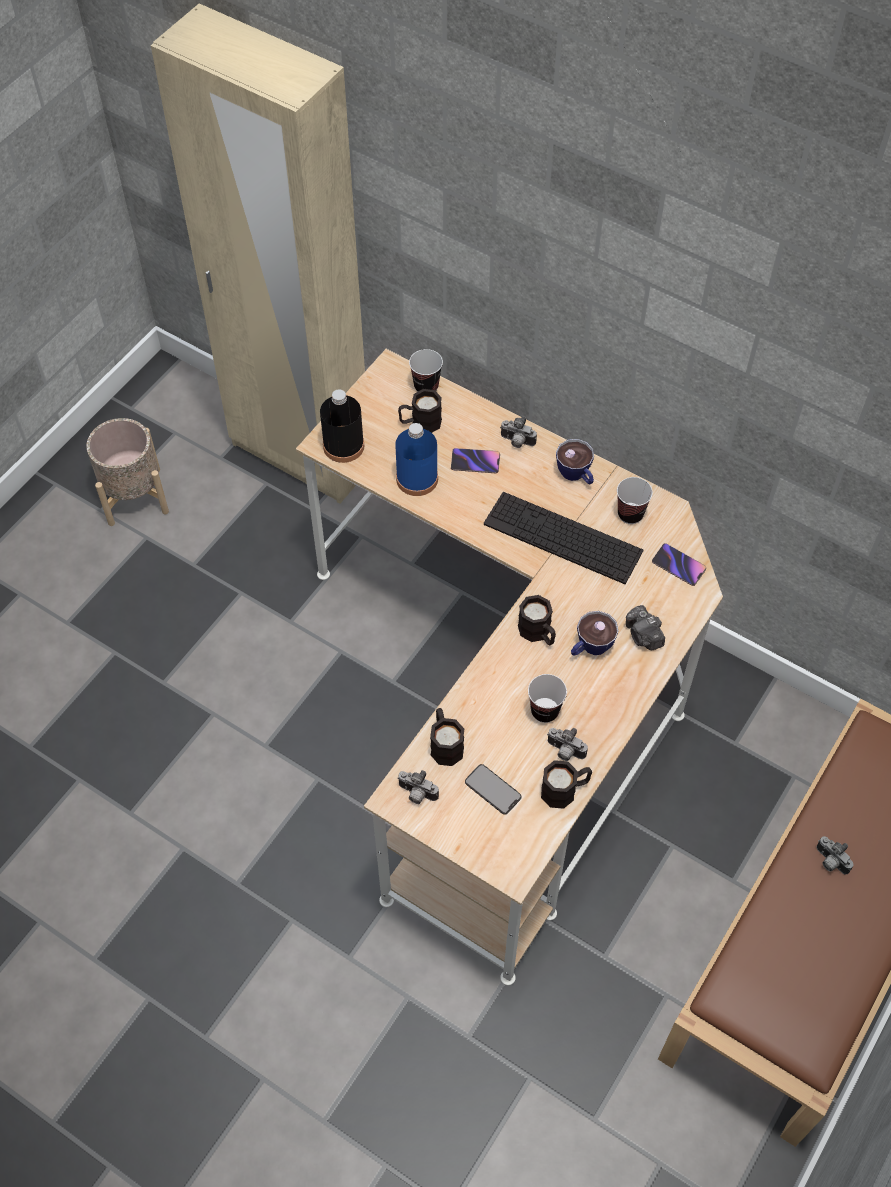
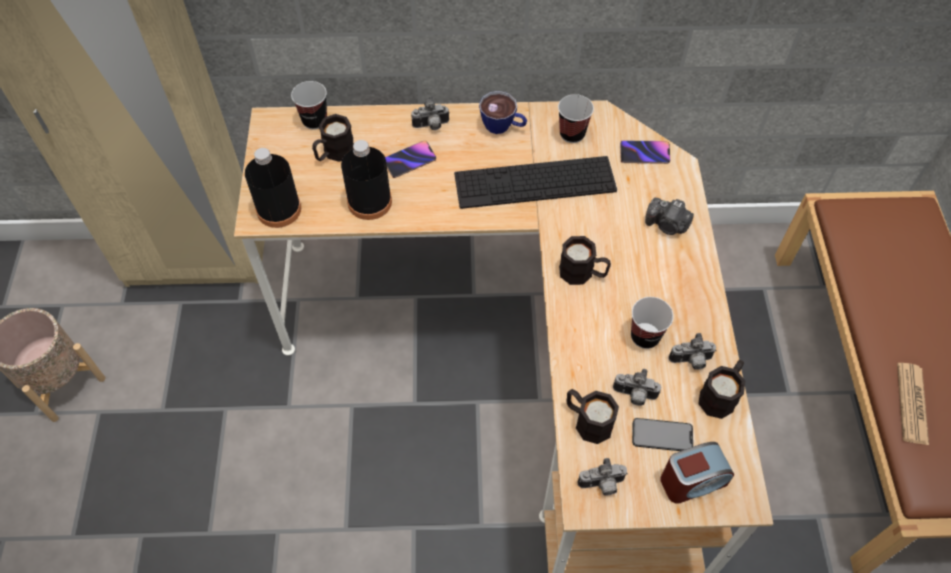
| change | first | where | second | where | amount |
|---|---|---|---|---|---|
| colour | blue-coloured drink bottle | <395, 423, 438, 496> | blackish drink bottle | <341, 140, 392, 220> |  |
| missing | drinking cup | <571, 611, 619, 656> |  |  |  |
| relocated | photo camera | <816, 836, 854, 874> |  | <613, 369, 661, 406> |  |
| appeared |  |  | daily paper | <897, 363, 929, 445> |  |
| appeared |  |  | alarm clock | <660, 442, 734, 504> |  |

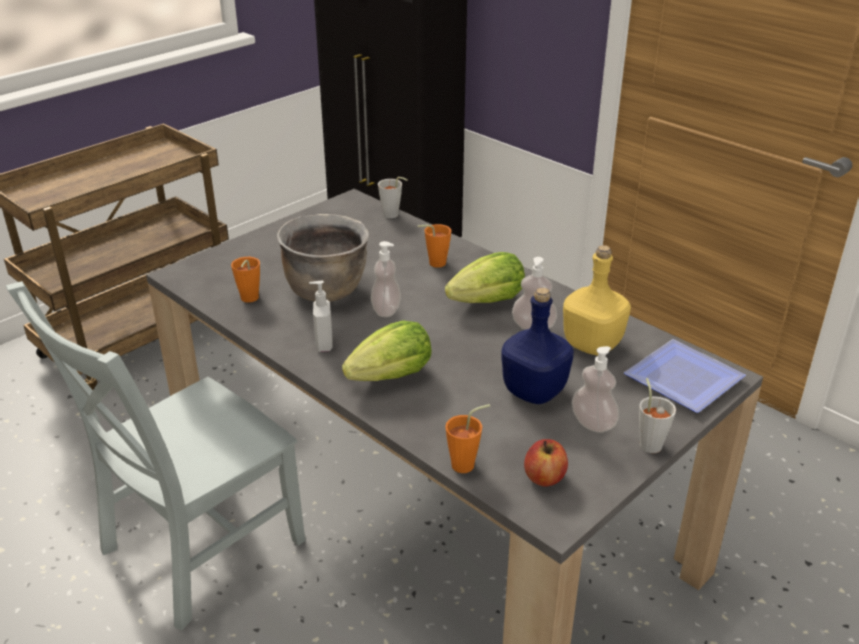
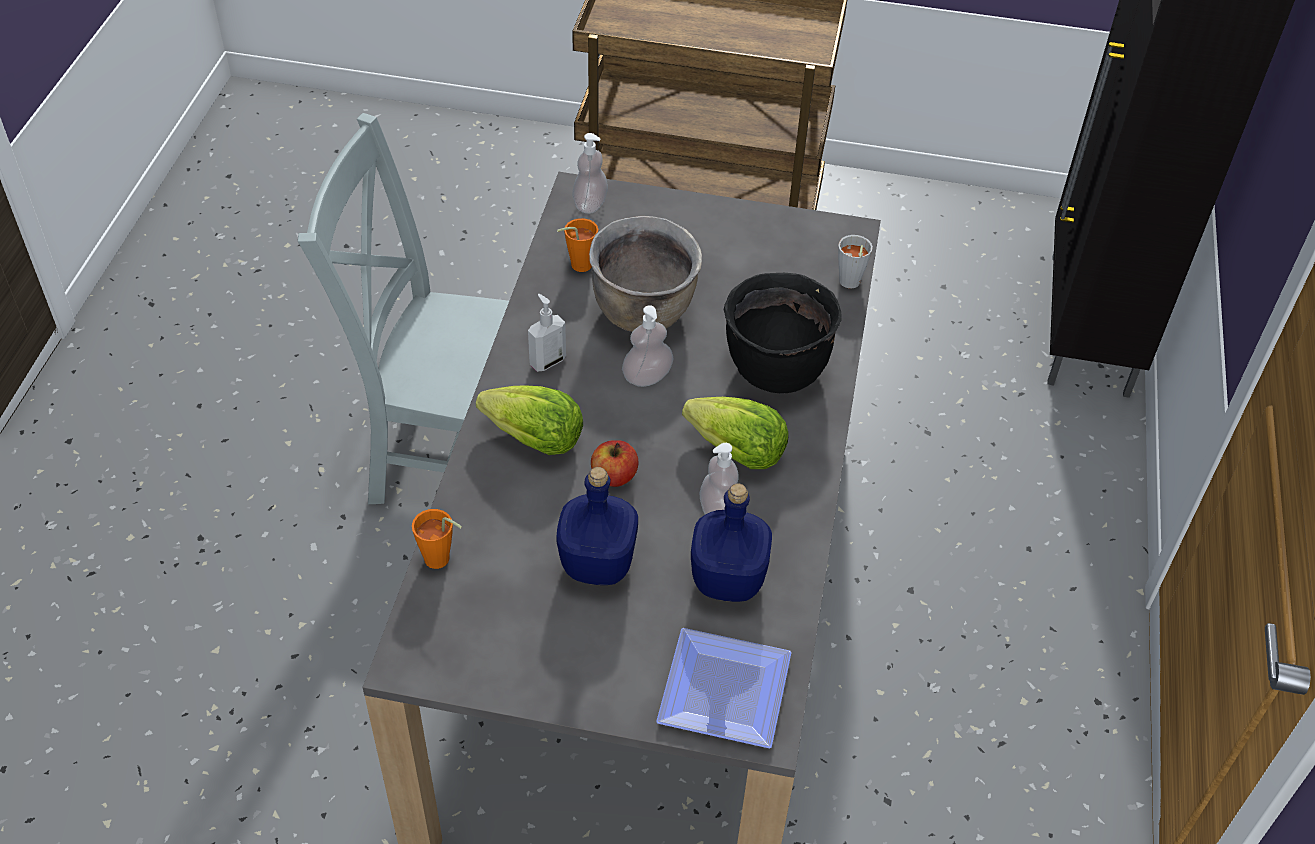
| change | first | where | second | where | amount |
|---|---|---|---|---|---|
| exchanged | orange drinking cup | <418, 224, 451, 268> | blackish saucepot | <724, 273, 842, 393> |  |
| colour | yellowish drink bottle | <563, 245, 631, 356> | blue-coloured drink bottle | <691, 483, 772, 602> |  |
| relocated | liquid soap bottle | <572, 346, 619, 433> |  | <573, 133, 608, 214> |  |
| missing | greyish drinking cup | <639, 378, 676, 453> |  |  |  |
| relocated | apple fruit | <524, 439, 568, 487> |  | <591, 440, 639, 487> |  |

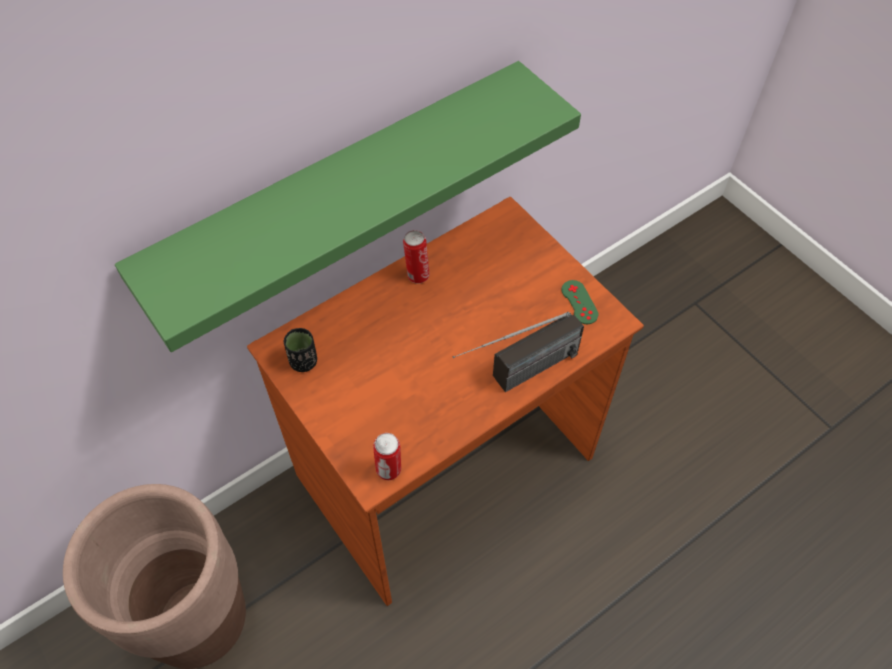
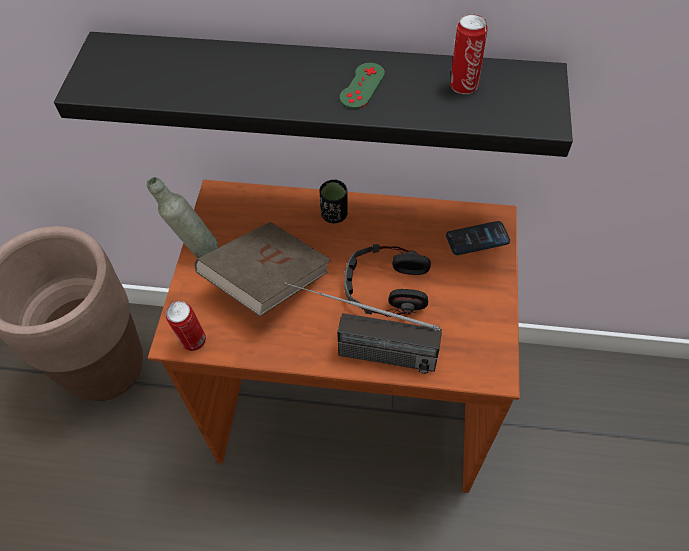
| change | first | where | second | where | amount |
|---|---|---|---|---|---|
| colour | green-coloured wall shelf | <115, 61, 581, 352> | blackish wall shelf | <54, 32, 573, 157> |  |
| relocated | can | <403, 230, 430, 284> |  | <450, 14, 488, 94> |  |
| relocated | green-coloured game controller | <562, 280, 598, 324> |  | <340, 63, 385, 109> |  |
| relocated | blackish drinking cup | <284, 328, 317, 372> |  | <320, 180, 348, 223> |  |
| appeared |  |  | greyish drink bottle | <147, 177, 218, 258> |  |
| appeared |  |  | telephone | <446, 221, 510, 255> |  |
| appeared |  |  | brown-coloured book | <195, 222, 331, 317> |  |
| appeared |  |  | headset | <344, 244, 431, 317> |  |

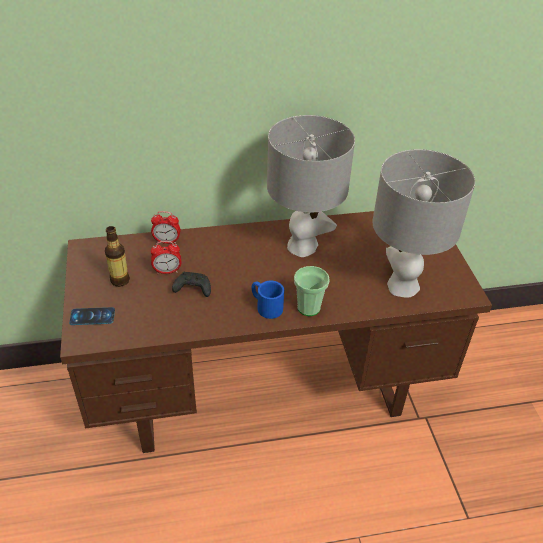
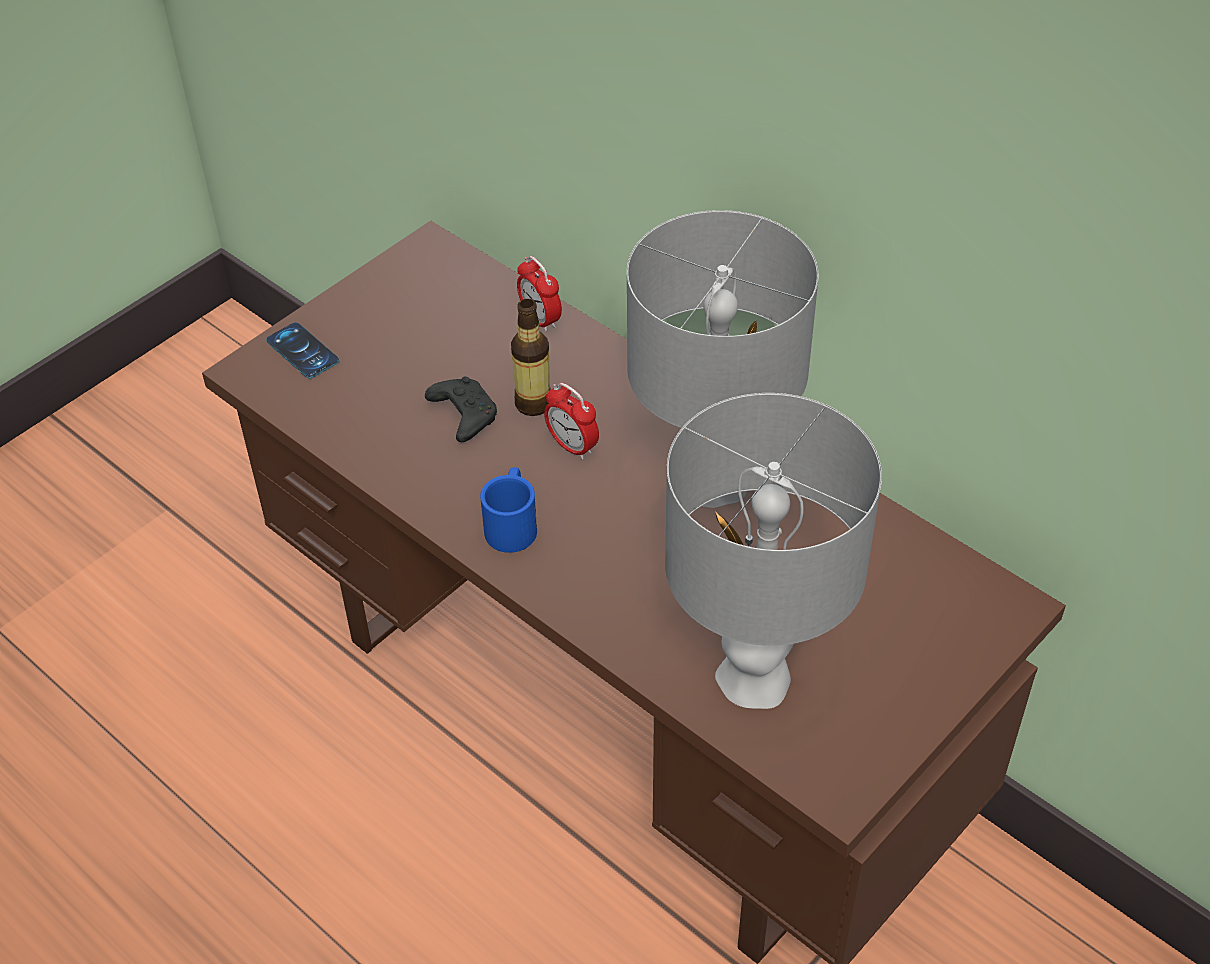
| change | first | where | second | where | amount |
|---|---|---|---|---|---|
| relocated | drink bottle | <105, 226, 130, 287> |  | <511, 299, 551, 416> |  |
| relocated | alarm clock | <150, 241, 181, 274> |  | <544, 383, 599, 460> |  |
| missing | drinking cup | <294, 266, 330, 316> |  |  |  |

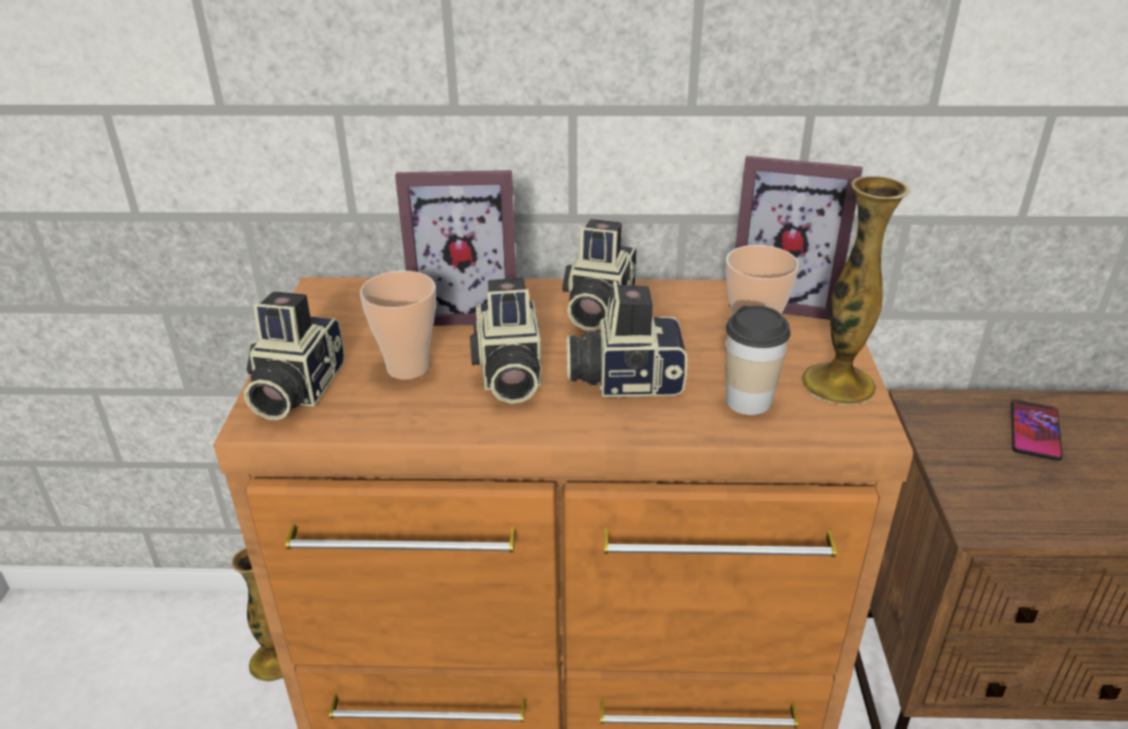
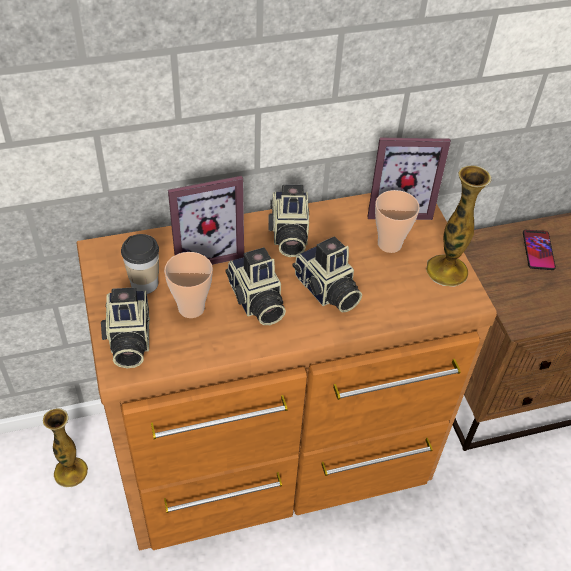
| change | first | where | second | where | amount |
|---|---|---|---|---|---|
| spun | photo camera | <566, 281, 687, 397> |  | <292, 237, 362, 313> | 105 degrees counterclockwise |
| relocated | drinking cup | <726, 306, 791, 415> |  | <121, 234, 159, 294> |  |

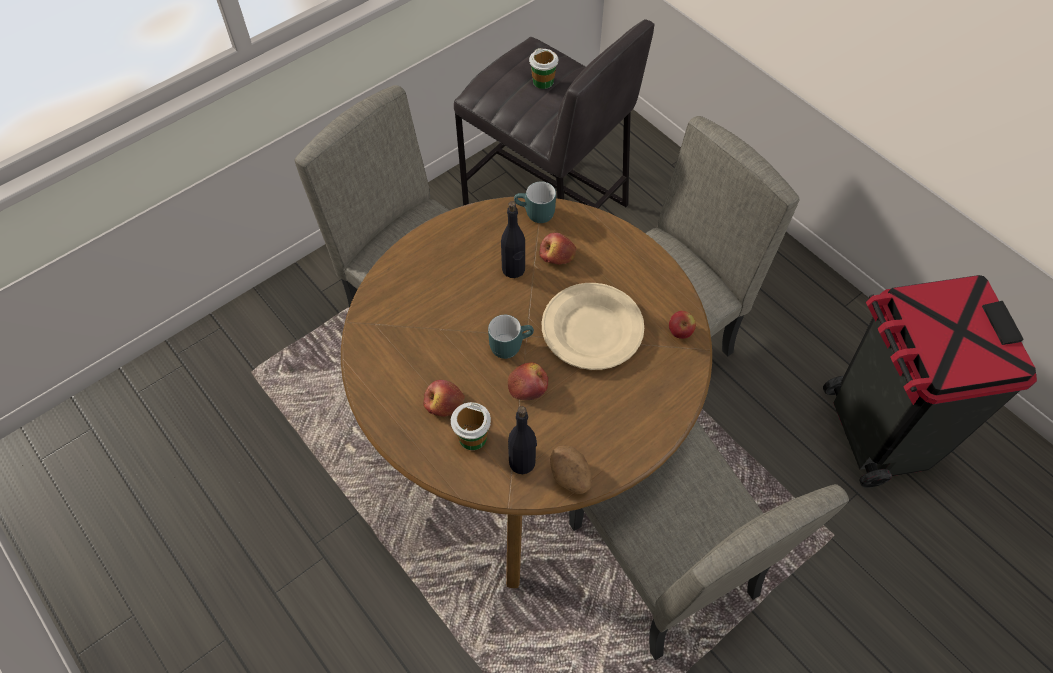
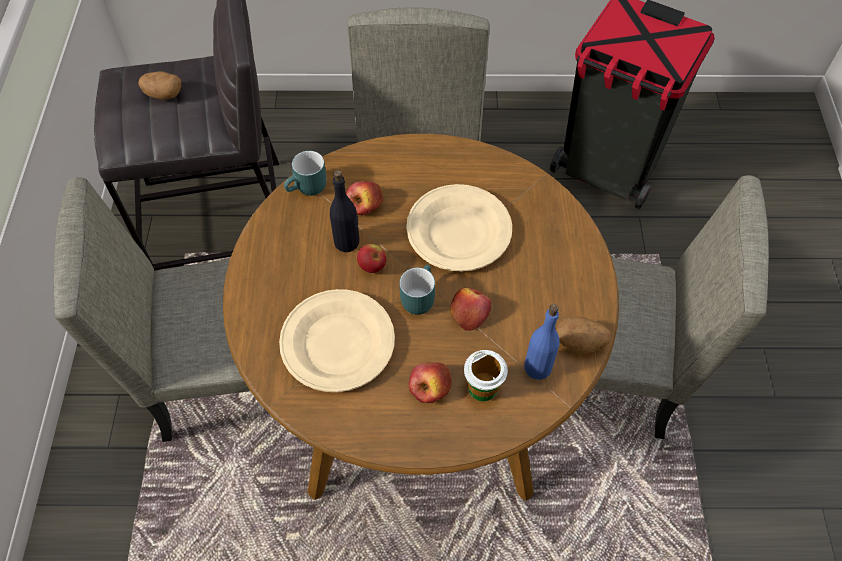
| change | first | where | second | where | amount |
|---|---|---|---|---|---|
| exchanged | drinking cup | <529, 48, 558, 89> | whole potato | <138, 71, 181, 100> |  |
| relocated | apple fruit | <669, 311, 696, 339> |  | <357, 244, 386, 273> |  |
| colour | blackish drink bottle | <508, 406, 537, 474> | blue-coloured drink bottle | <524, 304, 560, 380> |  |
| appeared |  |  | beige-coloured flat dish | <279, 289, 395, 392> |  |

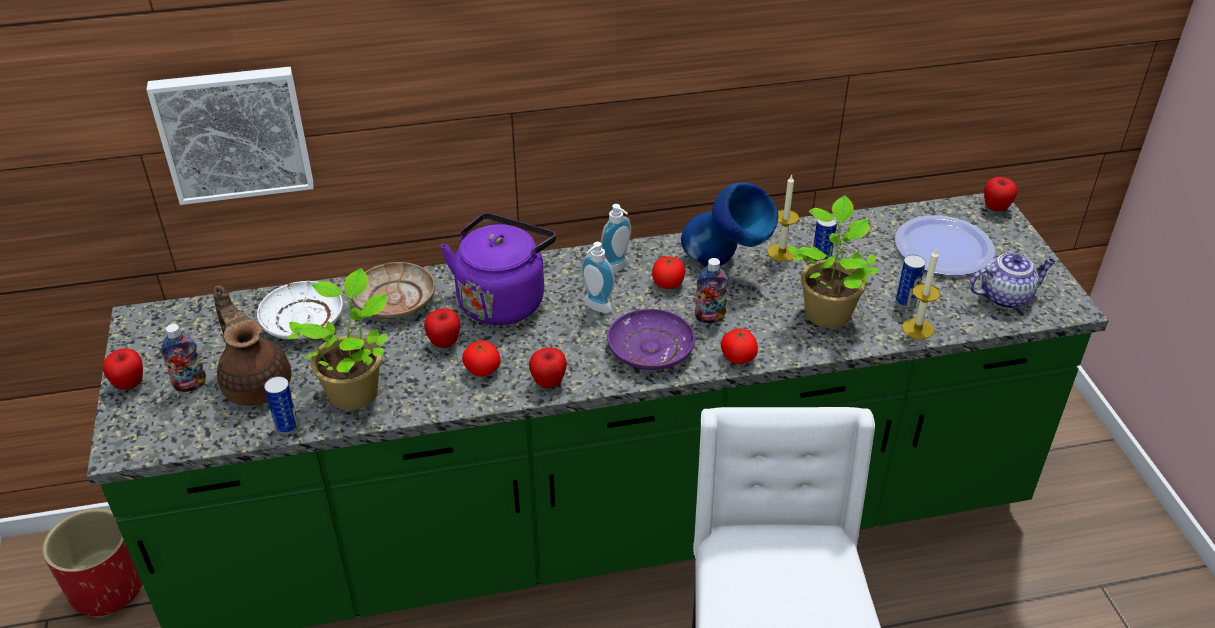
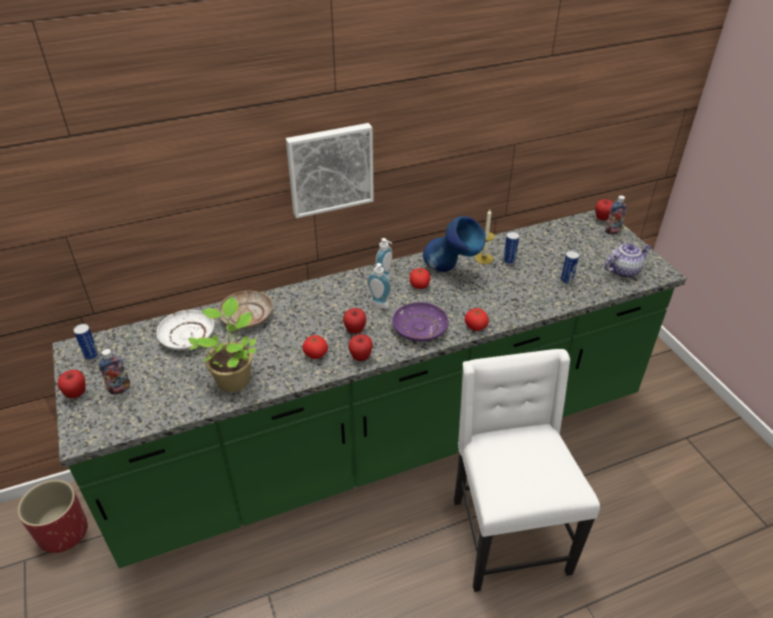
| change | first | where | second | where | amount |
|---|---|---|---|---|---|
| relocated | wall picture | <147, 67, 314, 205> |  | <286, 123, 374, 218> |  |
| missing | plant in a pot | <787, 195, 879, 328> |  |  |  |
| missing | purplish tea kettle | <441, 213, 556, 325> |  |  |  |
| missing | flat dish | <895, 216, 995, 276> |  |  |  |
| missing | candle | <902, 248, 940, 339> |  |  |  |
| relocated | drink bottle | <695, 258, 728, 323> |  | <605, 195, 627, 234> |  |
| missing | brown-coloured teapot | <213, 286, 291, 406> |  |  |  |
| relocated | apple fruit | <424, 308, 460, 348> |  | <343, 308, 366, 334> |  |
| relocated | can | <264, 376, 299, 435> |  | <73, 324, 99, 361> |  |

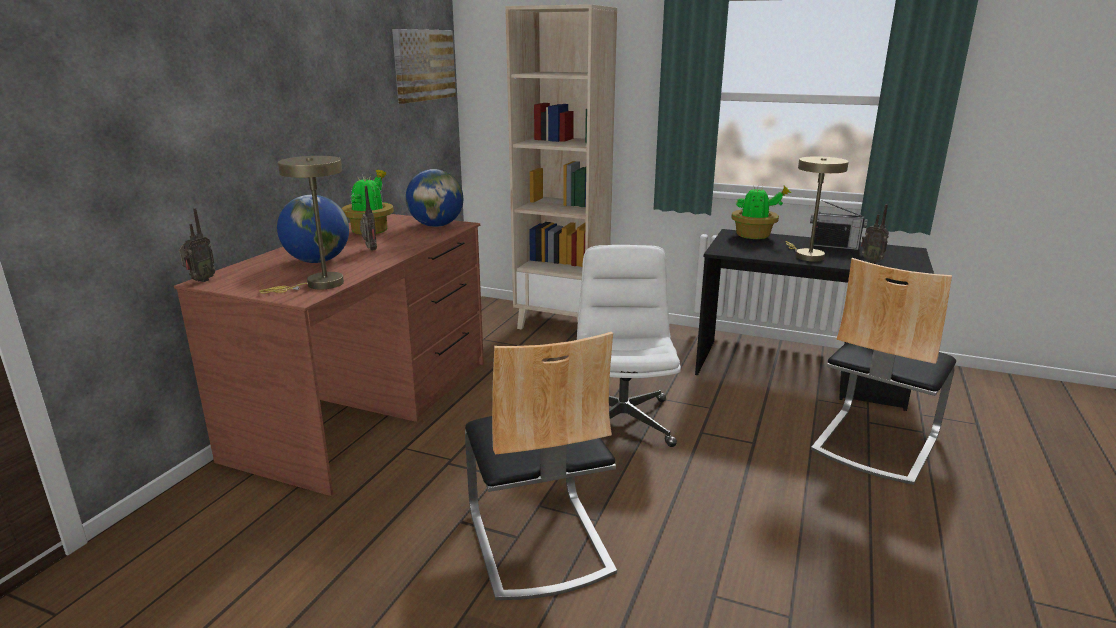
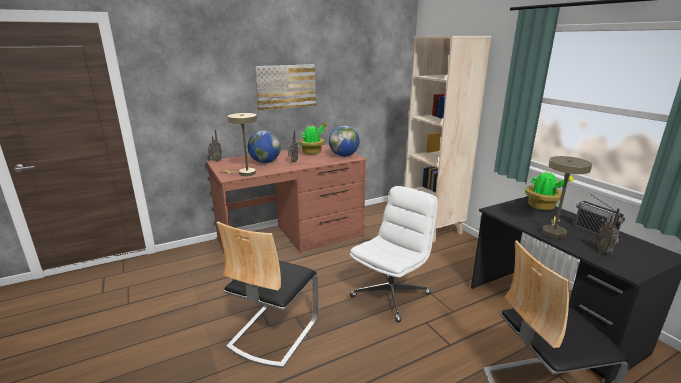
| change | first | where | second | where | amount |
|---|---|---|---|---|---|
| relocated | wall picture | <392, 29, 456, 104> |  | <255, 64, 316, 110> |  |

